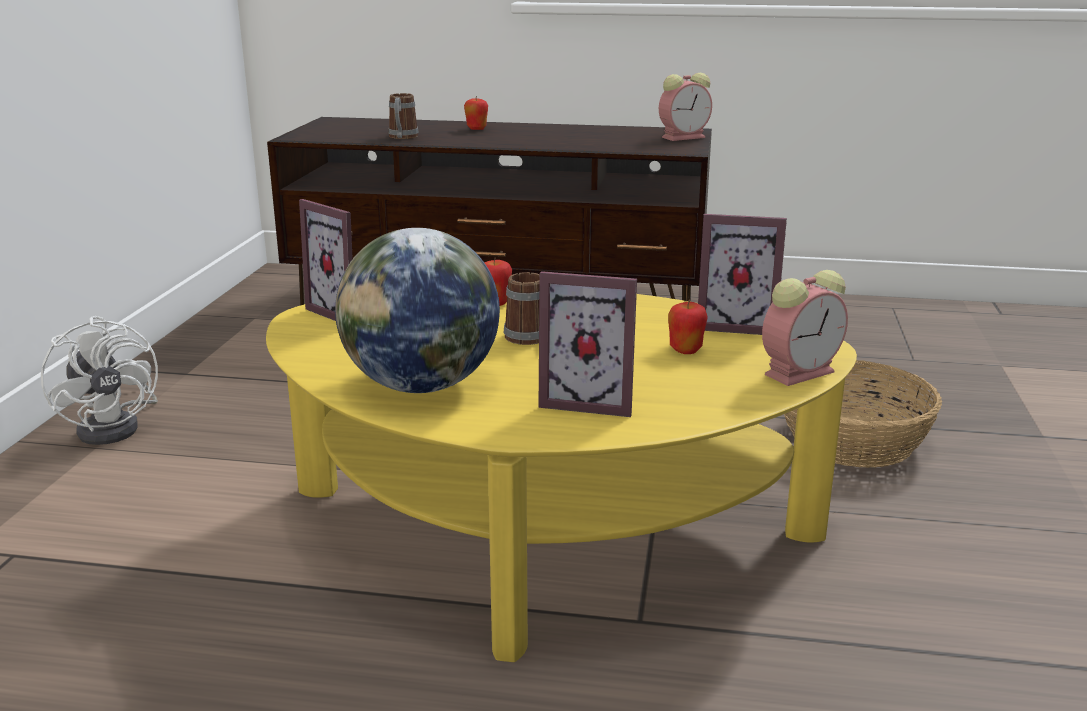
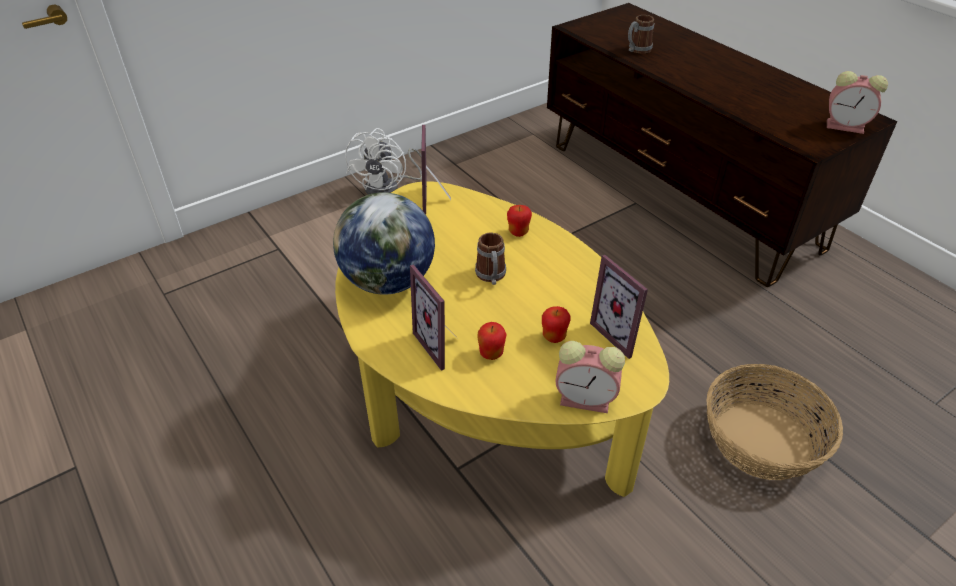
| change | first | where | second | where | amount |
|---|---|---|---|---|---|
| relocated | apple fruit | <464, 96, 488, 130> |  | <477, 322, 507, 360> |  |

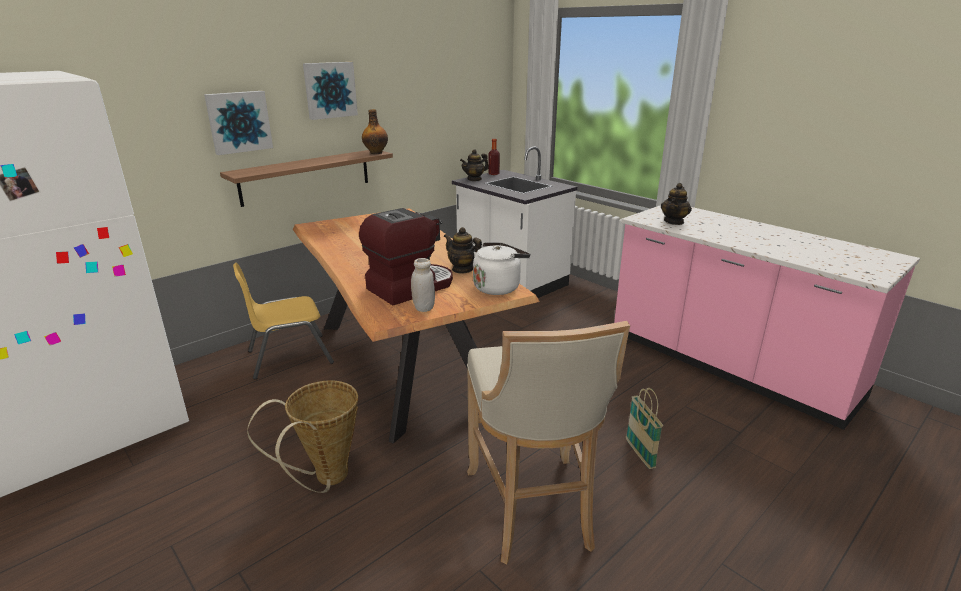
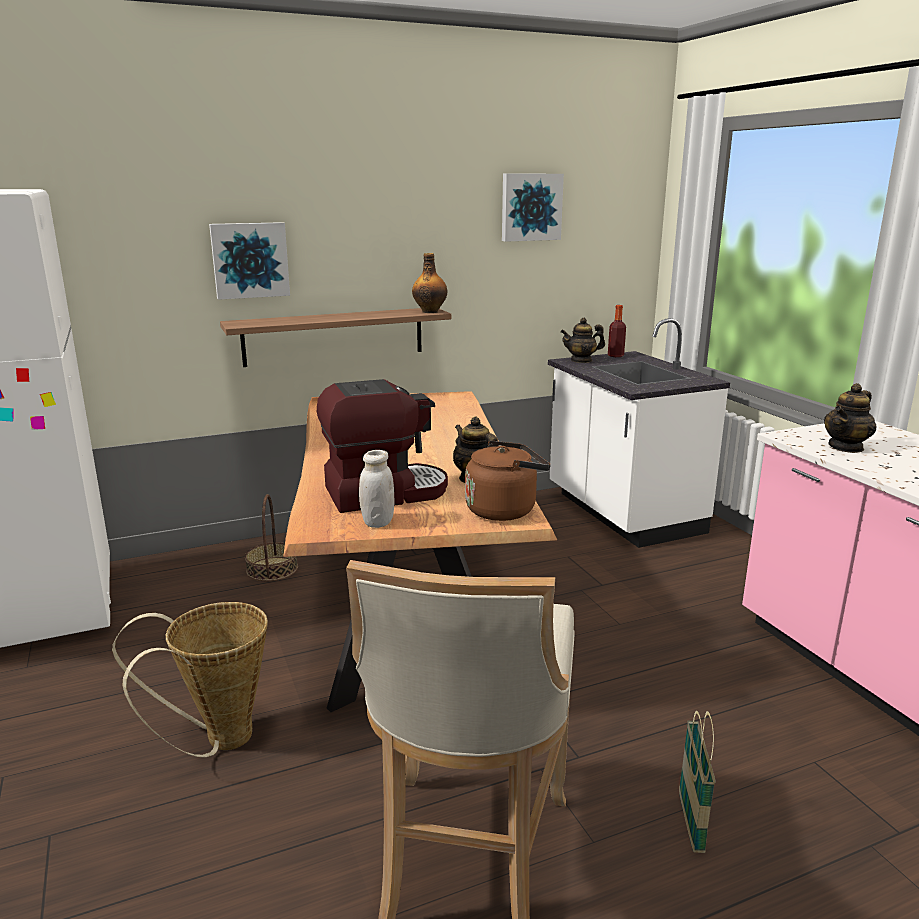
| change | first | where | second | where | amount |
|---|---|---|---|---|---|
| relocated | wall picture | <303, 62, 358, 120> |  | <502, 174, 564, 242> |  |
| colour | whitish tea kettle | <473, 242, 530, 295> | brown-coloured tea kettle | <465, 440, 551, 521> |  |
| exchanged | yellowish chair | <233, 263, 334, 379> | household basket | <245, 494, 298, 581> |  |

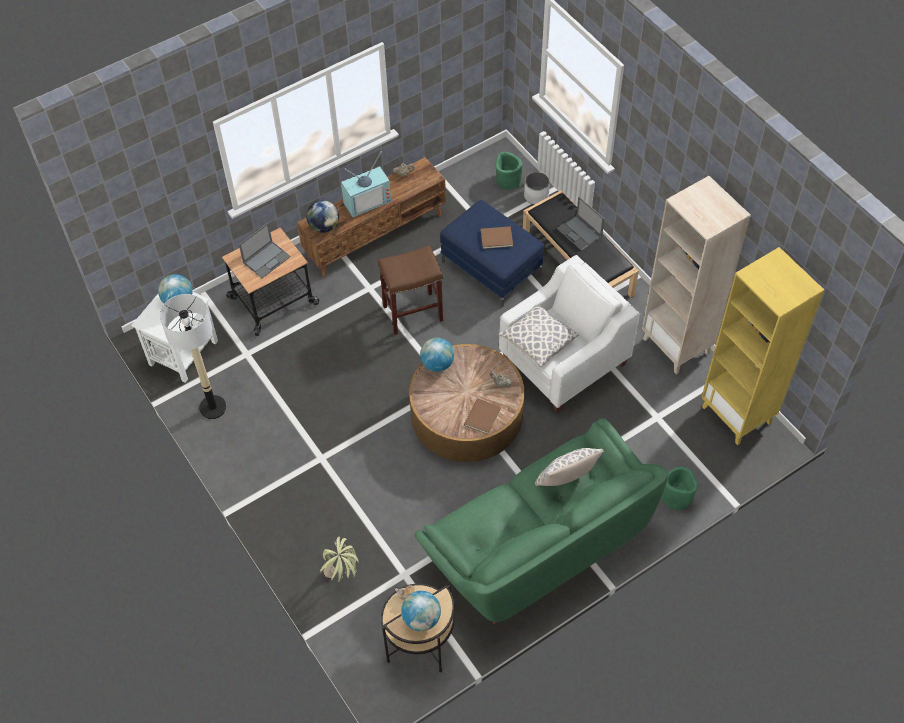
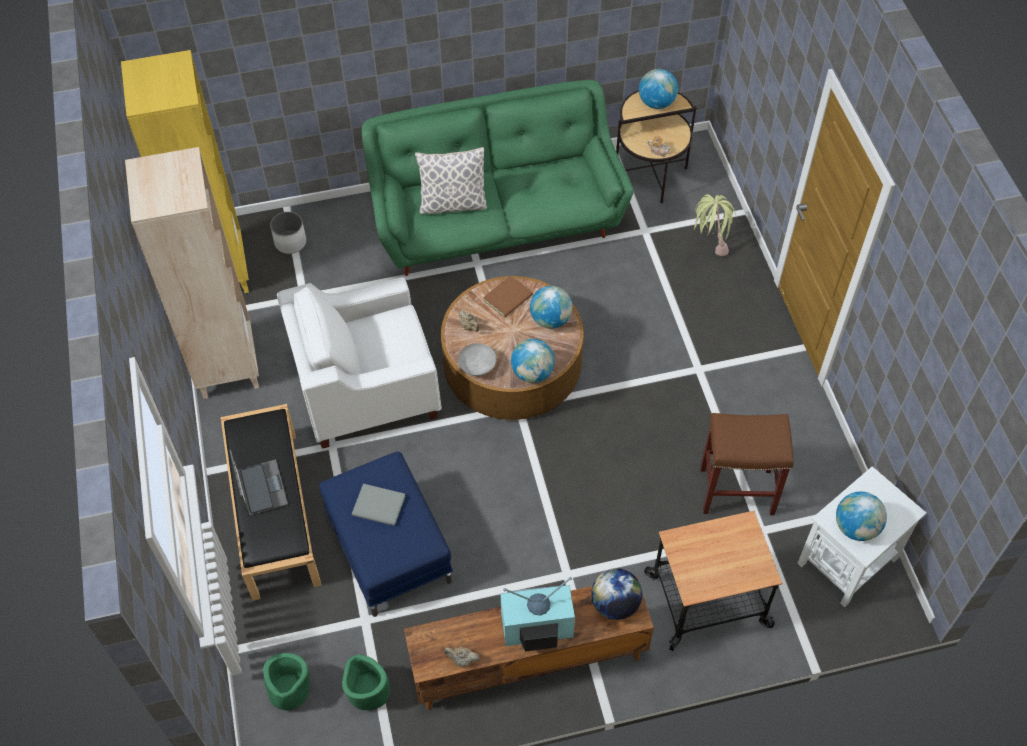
| change | first | where | second | where | amount |
|---|---|---|---|---|---|
| relocated | whitish flower pot | <524, 172, 550, 204> |  | <270, 212, 306, 254> |  |
| missing | portable computer | <239, 223, 291, 278> |  |  |  |
| colour | brown-coloured book | <481, 226, 513, 249> | greyish book | <352, 484, 405, 526> |  |
| relocated | brown-coloured sitting stool | <378, 245, 443, 335> |  | <700, 413, 794, 515> |  |
| missing | standing lamp | <160, 294, 227, 419> |  |  |  |
| missing | pillow | <498, 303, 579, 368> |  |  |  |
| relocated | green-coloured flower pot | <662, 466, 698, 511> |  | <342, 655, 390, 710> |  |
| appeared |  |  | world globe | <530, 286, 573, 329> |  |
| appeared |  |  | greyish deep dish | <458, 343, 496, 376> |  |

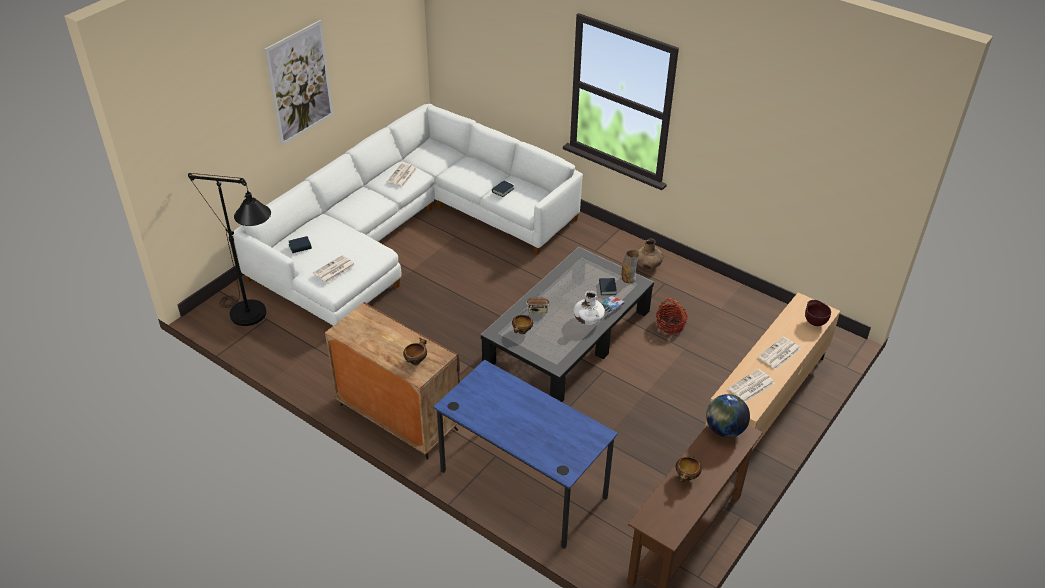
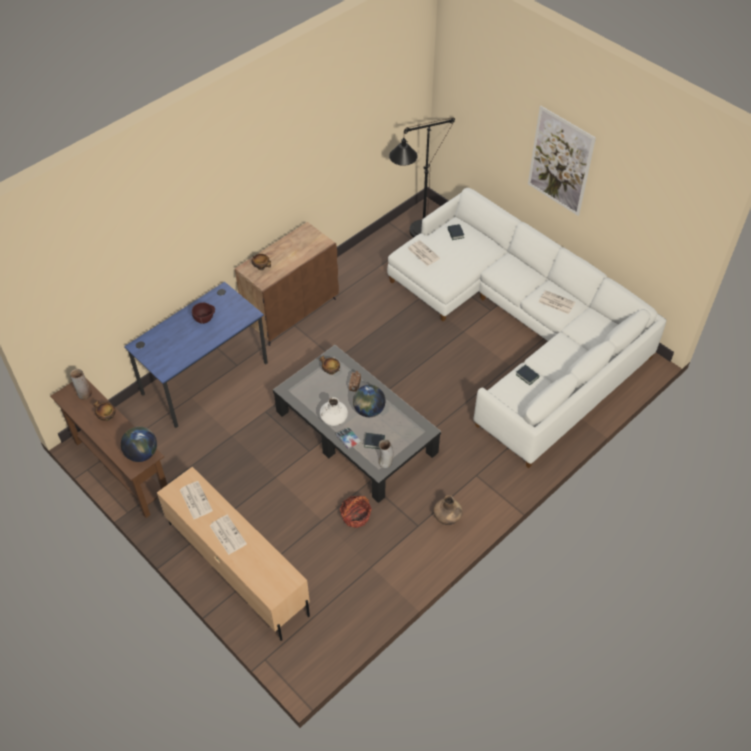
| change | first | where | second | where | amount |
|---|---|---|---|---|---|
| relocated | brown-coloured deep dish | <805, 300, 831, 326> |  | <192, 303, 215, 324> |  |
| appeared |  |  | flower vase | <70, 369, 92, 400> |  |
| appeared |  |  | world globe | <353, 385, 386, 417> |  |

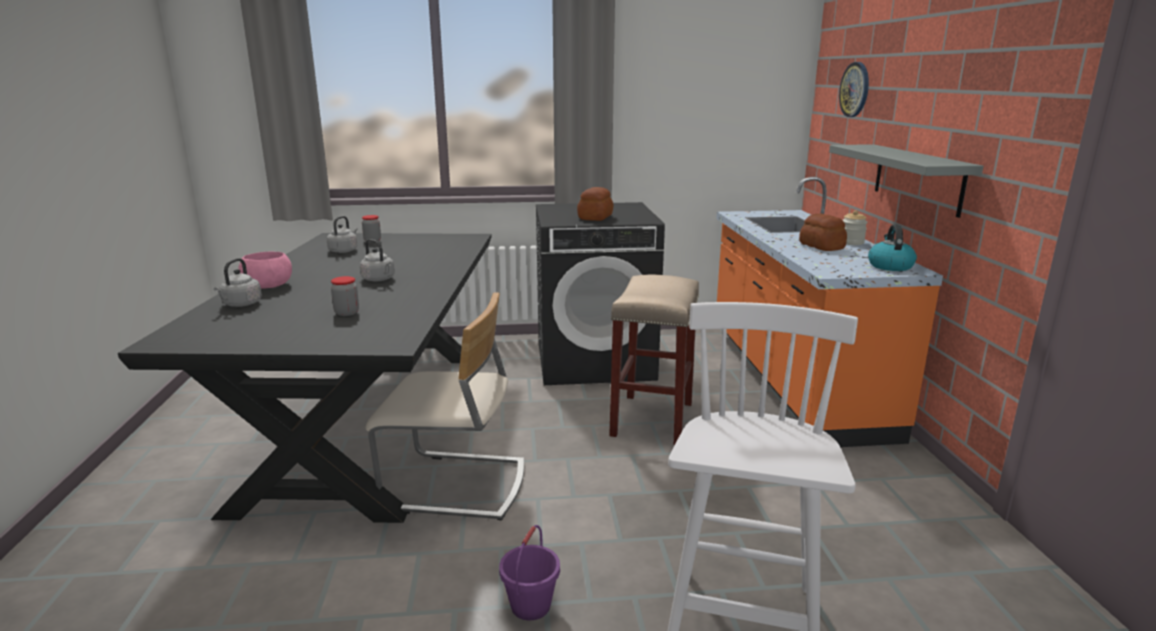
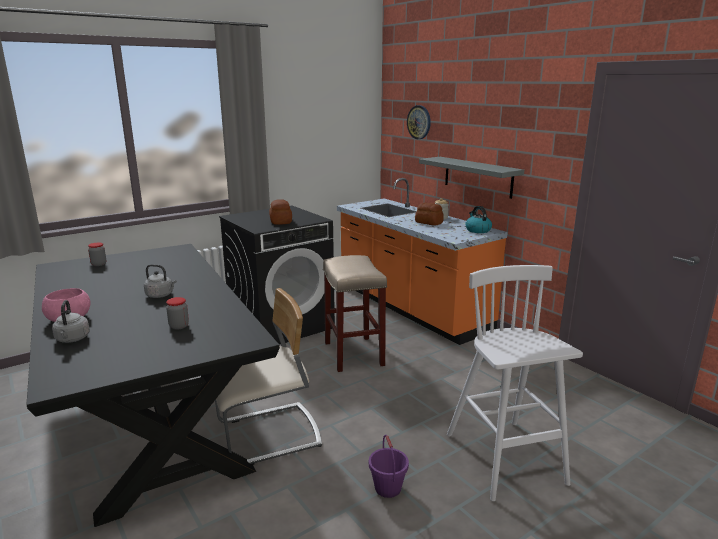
| change | first | where | second | where | amount |
|---|---|---|---|---|---|
| missing | greyish tea kettle | <327, 216, 357, 253> |  |  |  |

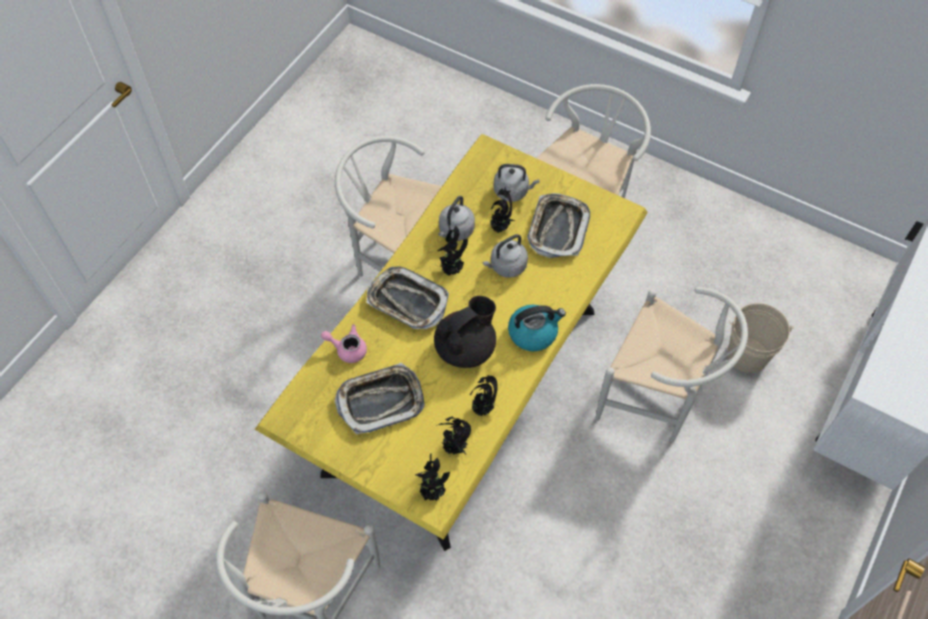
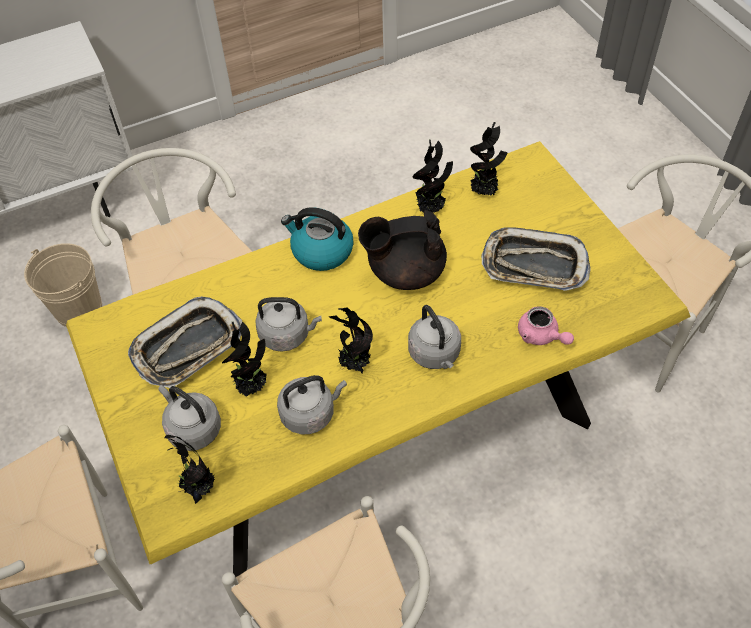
| change | first | where | second | where | amount |
|---|---|---|---|---|---|
| exchanged | tray | <367, 266, 449, 329> | greyish tea kettle | <408, 305, 461, 369> |  |
| relocated | plant in a pot | <415, 453, 450, 501> |  | <165, 435, 215, 504> |  |

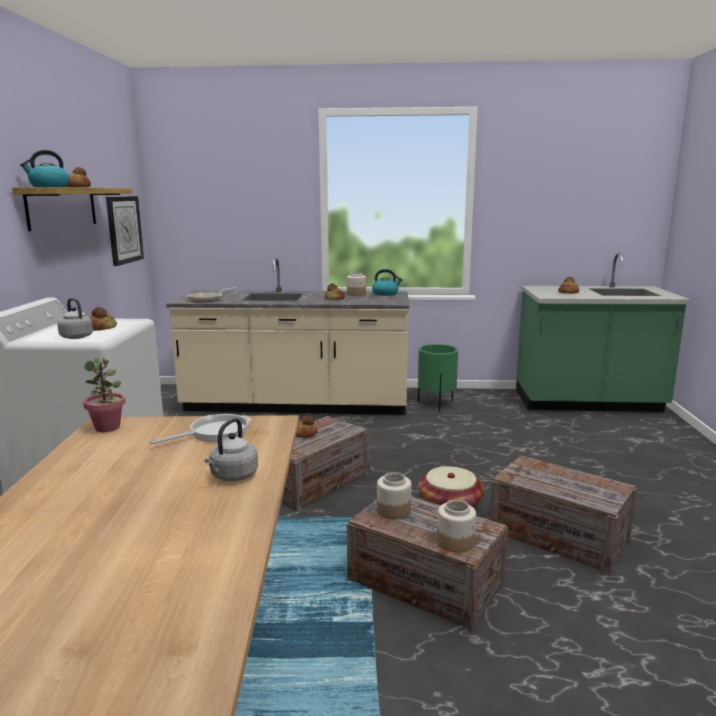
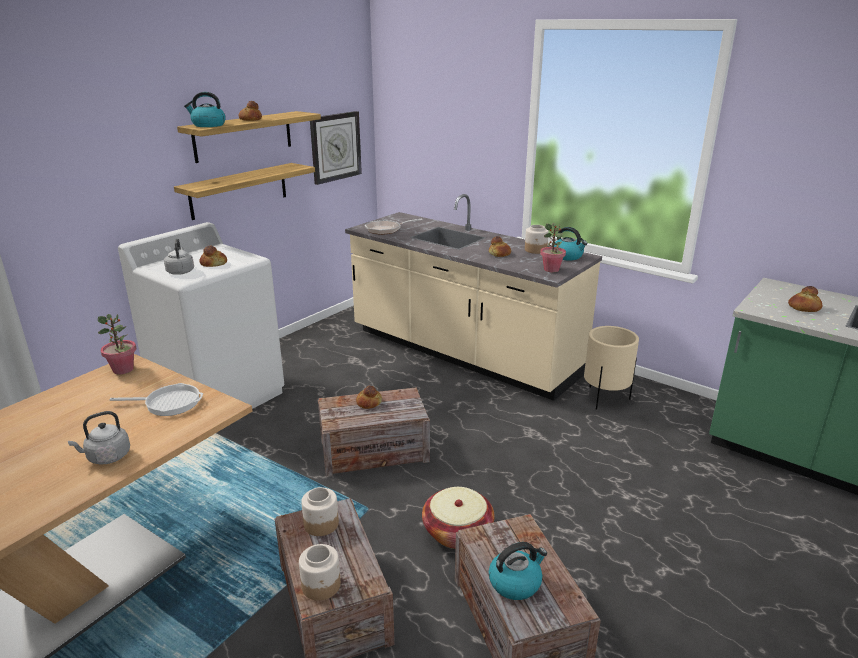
| change | first | where | second | where | amount |
|---|---|---|---|---|---|
| colour | green-coloured flower pot | <418, 344, 458, 412> | beige-coloured flower pot | <584, 326, 639, 410> |  |
| appeared |  |  | wall shelf | <174, 163, 315, 220> |  |
| appeared |  |  | plant in a pot | <540, 223, 566, 272> |  |
| appeared |  |  | tea kettle | <489, 542, 547, 600> |  |

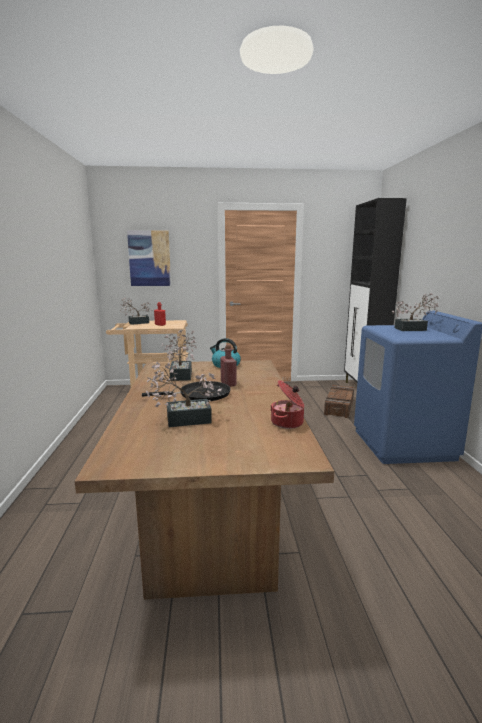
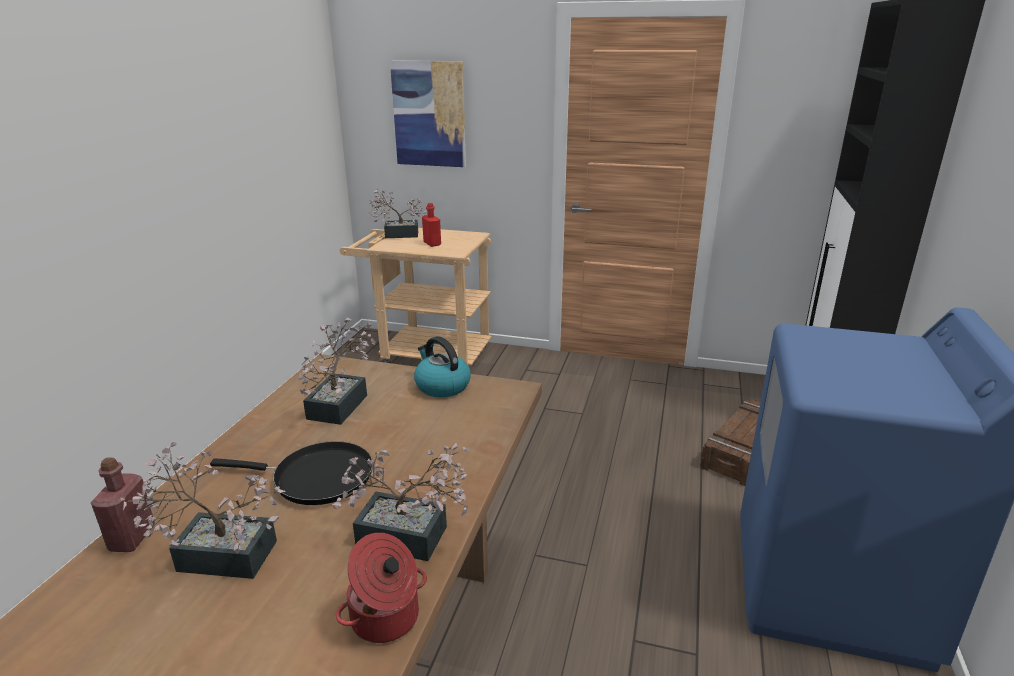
| change | first | where | second | where | amount |
|---|---|---|---|---|---|
| relocated | plant in a pot | <392, 293, 439, 331> |  | <332, 443, 470, 561> |  |
| relocated | red-coloured drink bottle | <220, 345, 236, 387> |  | <91, 458, 155, 552> |  |

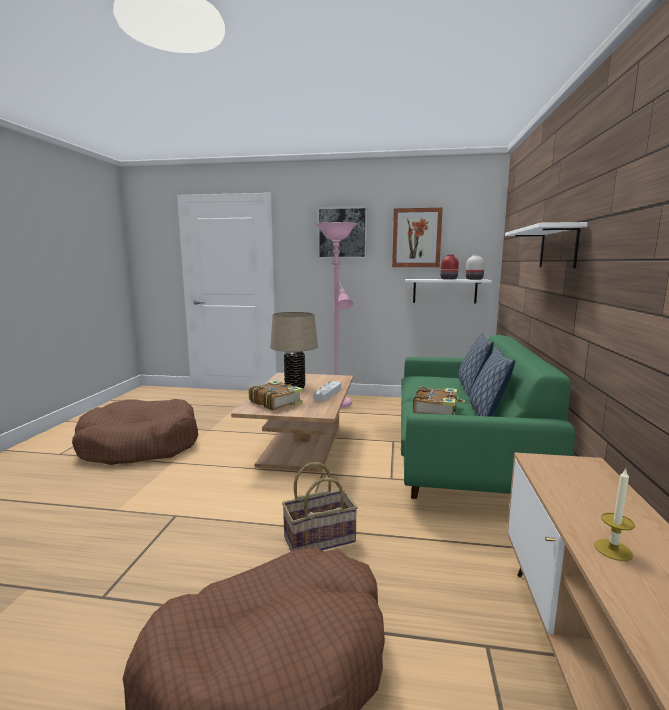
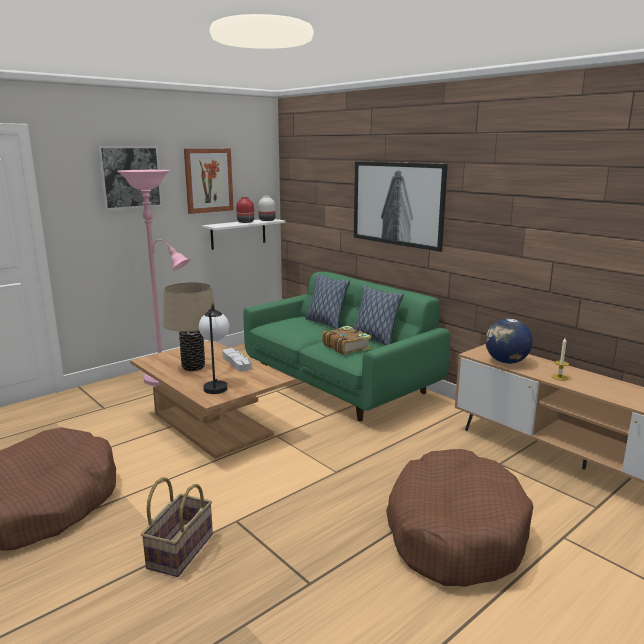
| change | first | where | second | where | amount |
|---|---|---|---|---|---|
| exchanged | whitish wall shelf | <505, 222, 587, 269> | wall picture | <354, 161, 448, 252> |  |
| exchanged | book | <249, 380, 303, 410> | lamp for a table | <199, 303, 229, 394> |  |
| relocated | household basket | <282, 462, 358, 551> |  | <141, 477, 213, 577> |  |
| appeared |  |  | world globe | <485, 319, 533, 364> |  |

